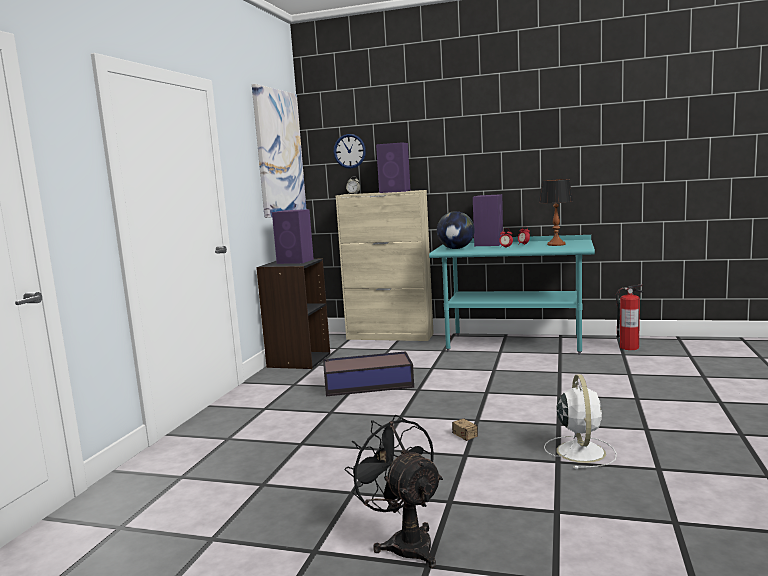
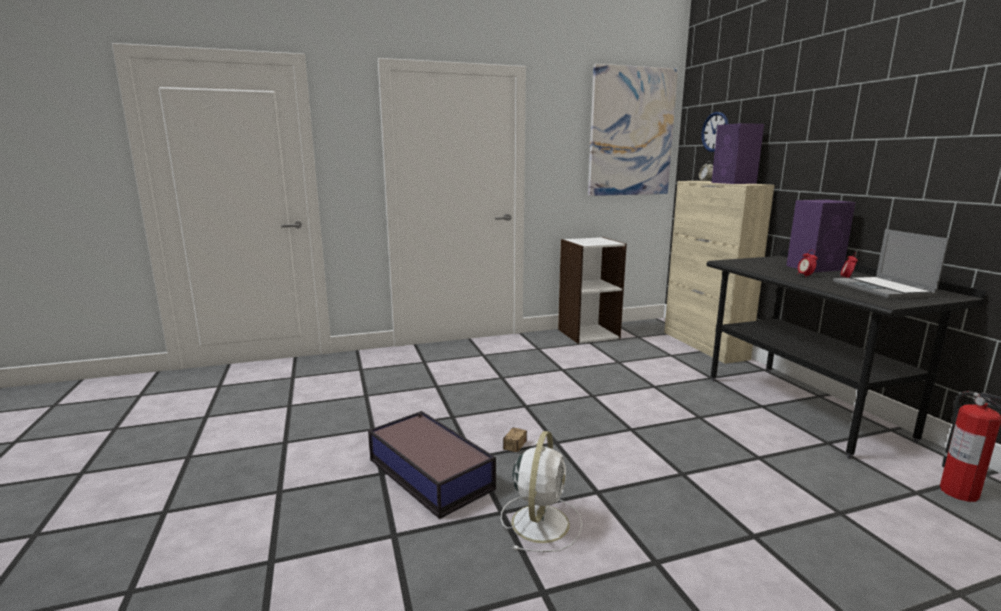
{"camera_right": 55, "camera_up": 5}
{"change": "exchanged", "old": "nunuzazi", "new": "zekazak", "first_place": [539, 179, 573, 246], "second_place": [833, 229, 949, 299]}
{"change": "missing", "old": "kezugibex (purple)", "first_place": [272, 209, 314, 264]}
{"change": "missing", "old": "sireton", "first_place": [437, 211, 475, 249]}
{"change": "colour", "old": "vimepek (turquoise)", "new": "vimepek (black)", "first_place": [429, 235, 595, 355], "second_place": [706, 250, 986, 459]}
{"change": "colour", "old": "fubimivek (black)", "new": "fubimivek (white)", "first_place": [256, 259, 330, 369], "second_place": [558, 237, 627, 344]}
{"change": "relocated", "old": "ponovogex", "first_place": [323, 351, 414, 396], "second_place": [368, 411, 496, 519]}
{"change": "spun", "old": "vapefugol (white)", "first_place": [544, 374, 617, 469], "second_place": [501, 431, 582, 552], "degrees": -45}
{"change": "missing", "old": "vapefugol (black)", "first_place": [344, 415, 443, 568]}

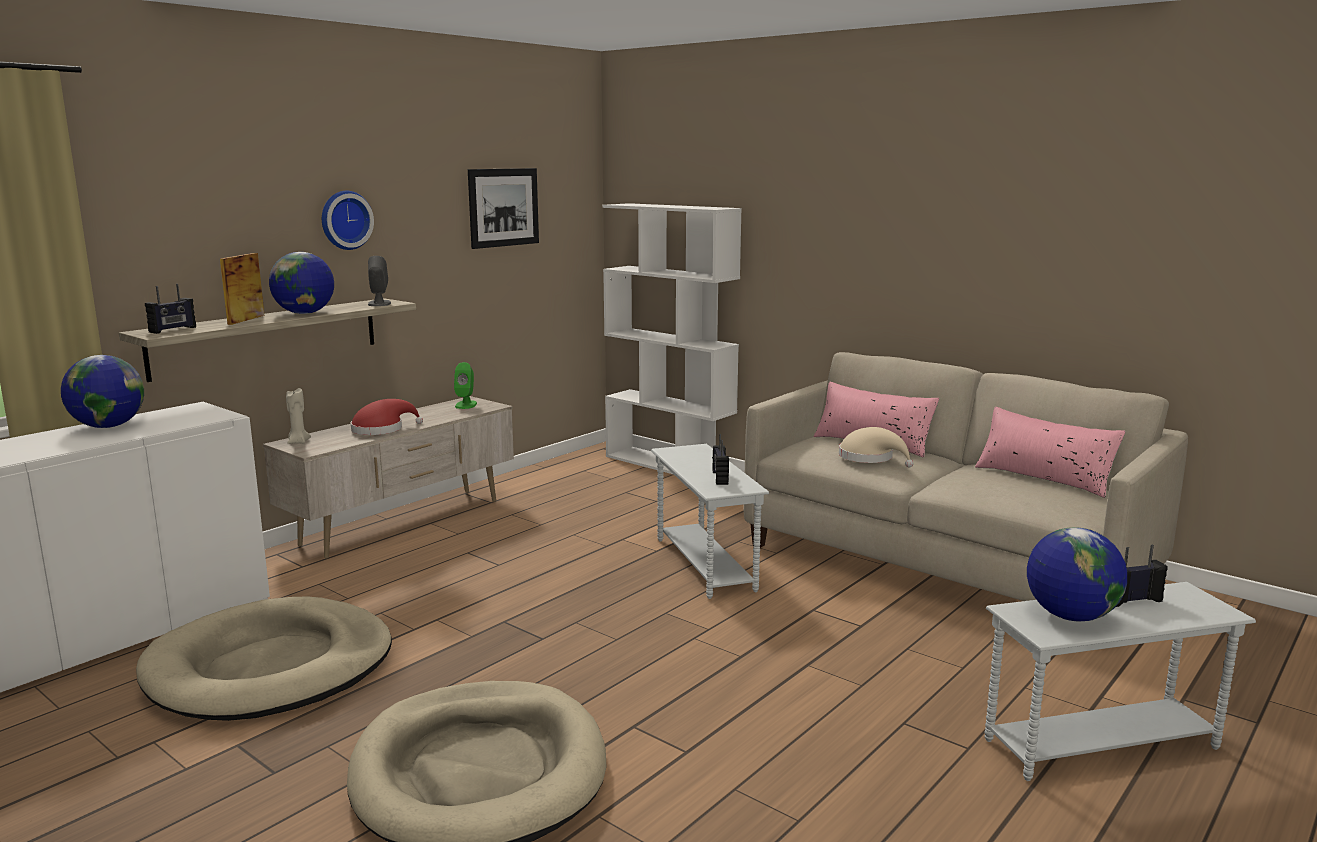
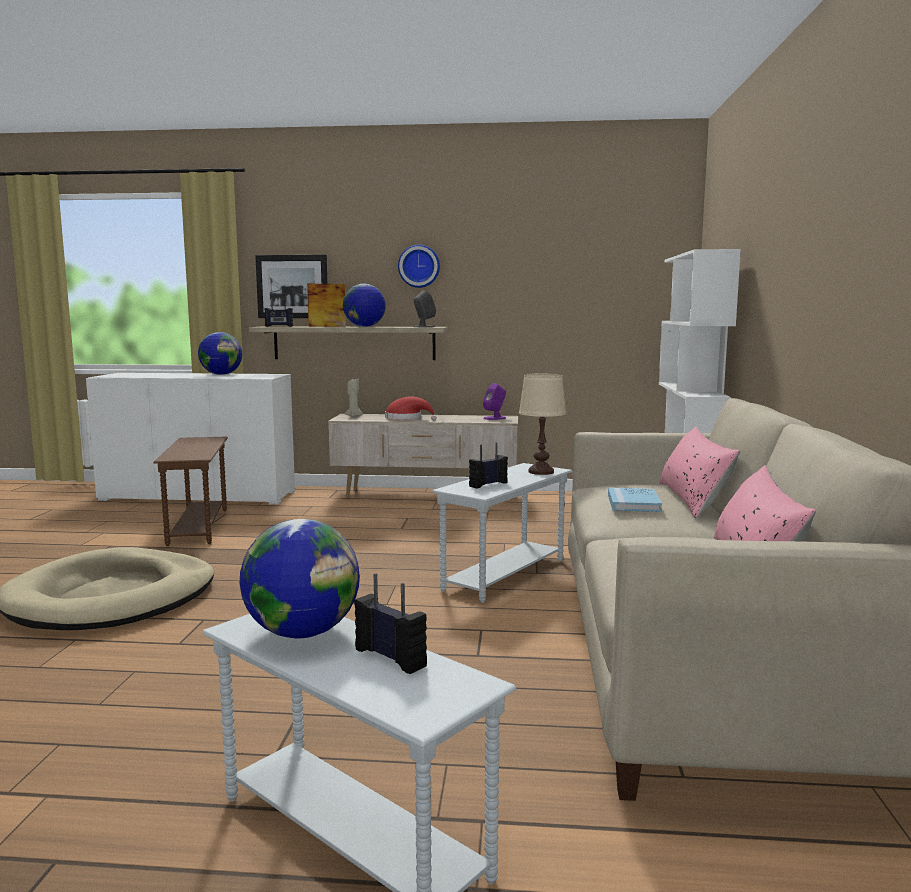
{"camera_right": 55, "camera_up": -5}
{"change": "relocated", "old": "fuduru", "first_place": [468, 168, 539, 249], "second_place": [255, 255, 327, 318]}
{"change": "colour", "old": "kezugibex (green)", "new": "kezugibex (purple)", "first_place": [454, 362, 477, 409], "second_place": [483, 383, 506, 420]}
{"change": "exchanged", "old": "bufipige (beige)", "new": "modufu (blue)", "first_place": [839, 427, 914, 467], "second_place": [608, 487, 662, 512]}
{"change": "exchanged", "old": "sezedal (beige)", "new": "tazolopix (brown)", "first_place": [136, 596, 392, 721], "second_place": [154, 437, 228, 546]}
{"change": "appeared", "new": "nunuzazi (beige)", "second_place": [519, 373, 566, 475]}

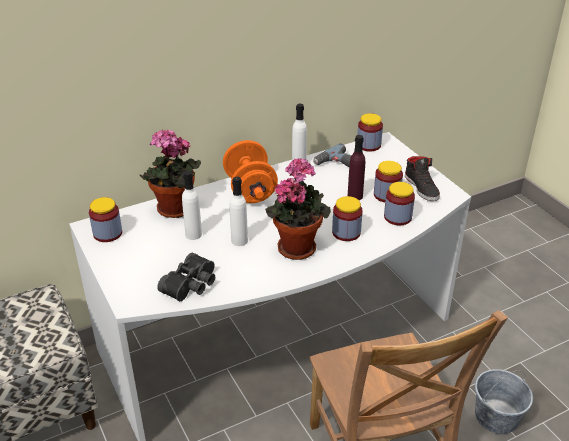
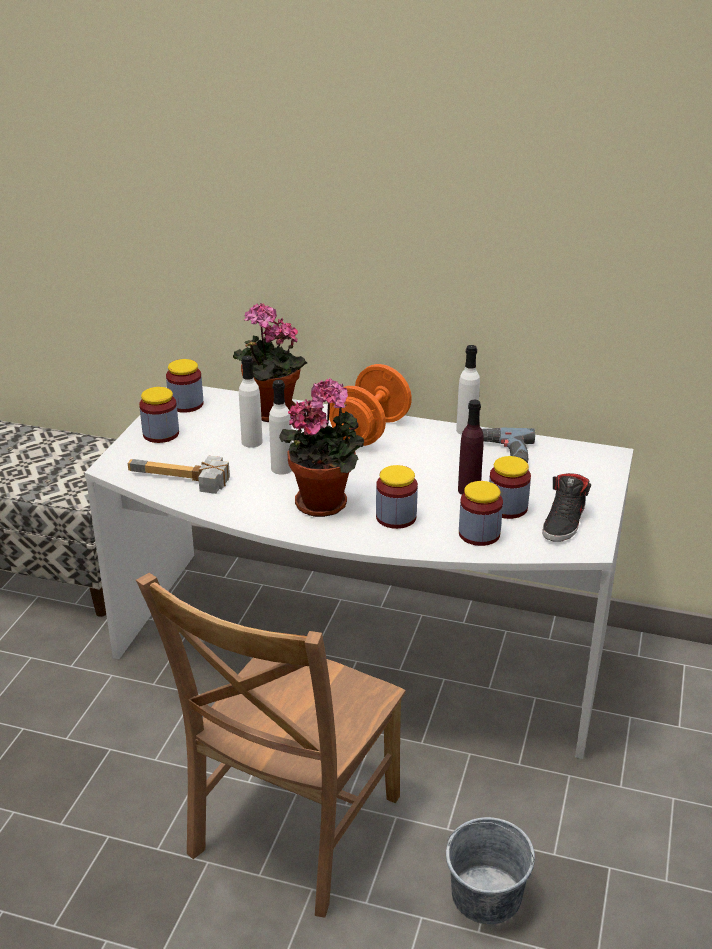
{"camera_right": 45, "camera_up": -5}
{"change": "relocated", "old": "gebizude", "first_place": [357, 113, 383, 151], "second_place": [139, 387, 179, 443]}
{"change": "exchanged", "old": "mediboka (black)", "new": "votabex", "first_place": [157, 253, 215, 301], "second_place": [128, 456, 230, 494]}

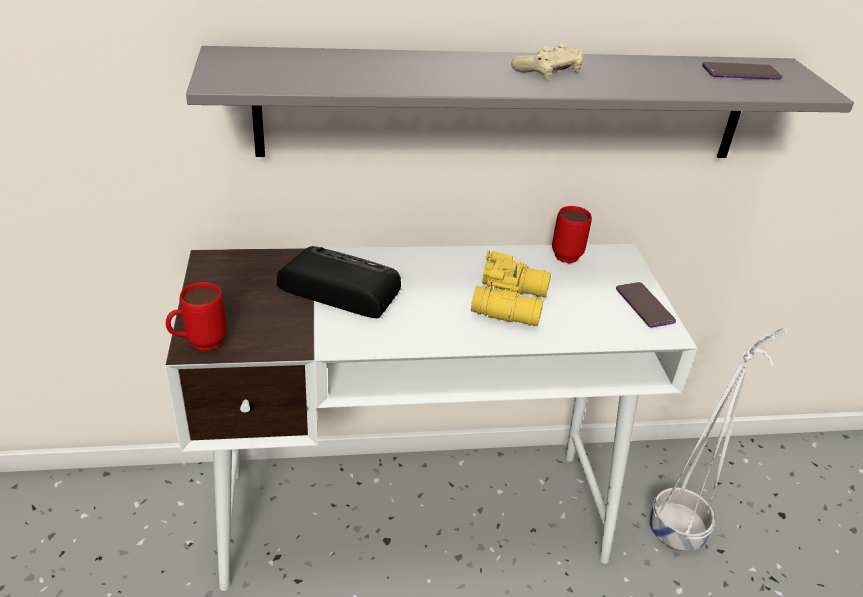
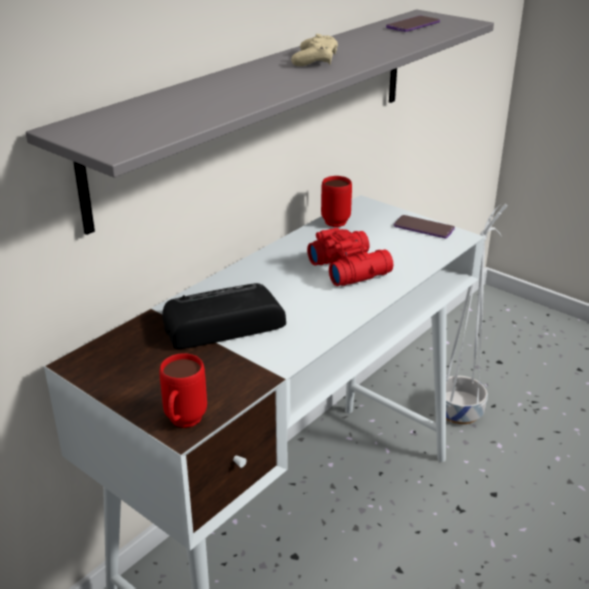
{"camera_right": -40, "camera_up": -5}
{"change": "colour", "old": "mediboka (yellow)", "new": "mediboka (red)", "first_place": [471, 251, 551, 326], "second_place": [307, 228, 393, 286]}

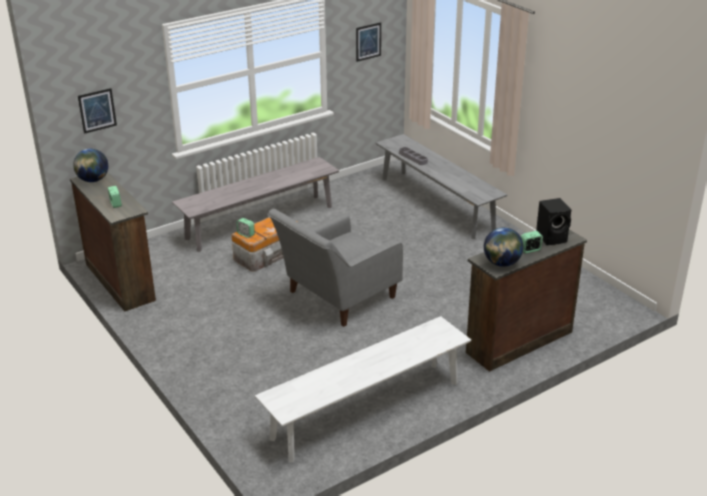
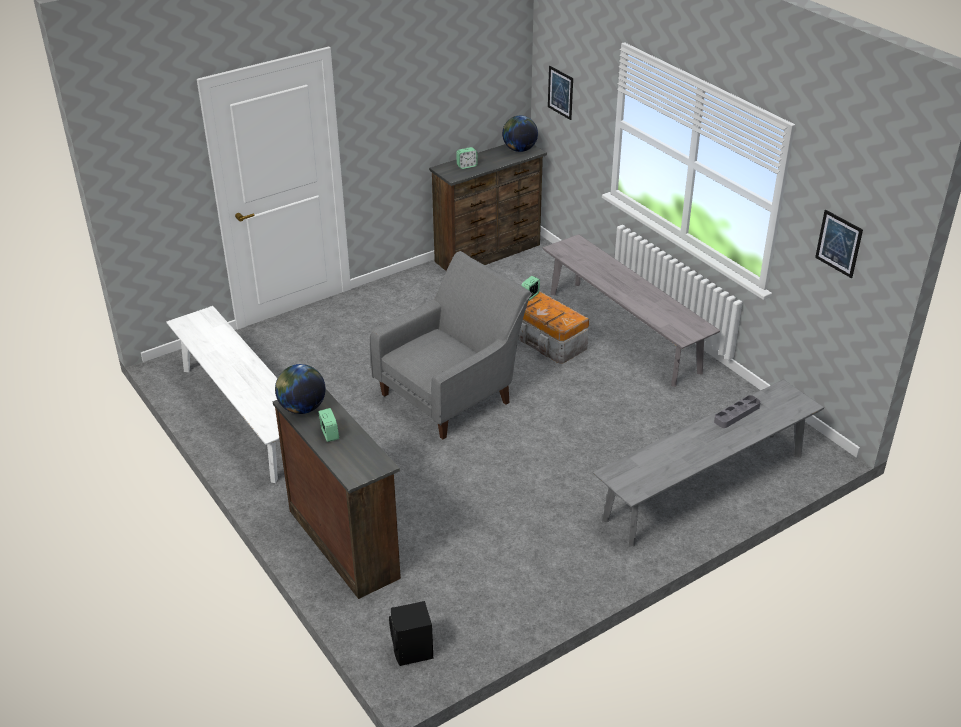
{"camera_right": 90, "camera_up": 5}
{"change": "relocated", "old": "kezugibex (black)", "first_place": [536, 198, 571, 245], "second_place": [389, 601, 433, 666]}
{"change": "spun", "old": "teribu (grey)", "first_place": [267, 209, 403, 327], "second_place": [370, 251, 532, 439], "degrees": 90}

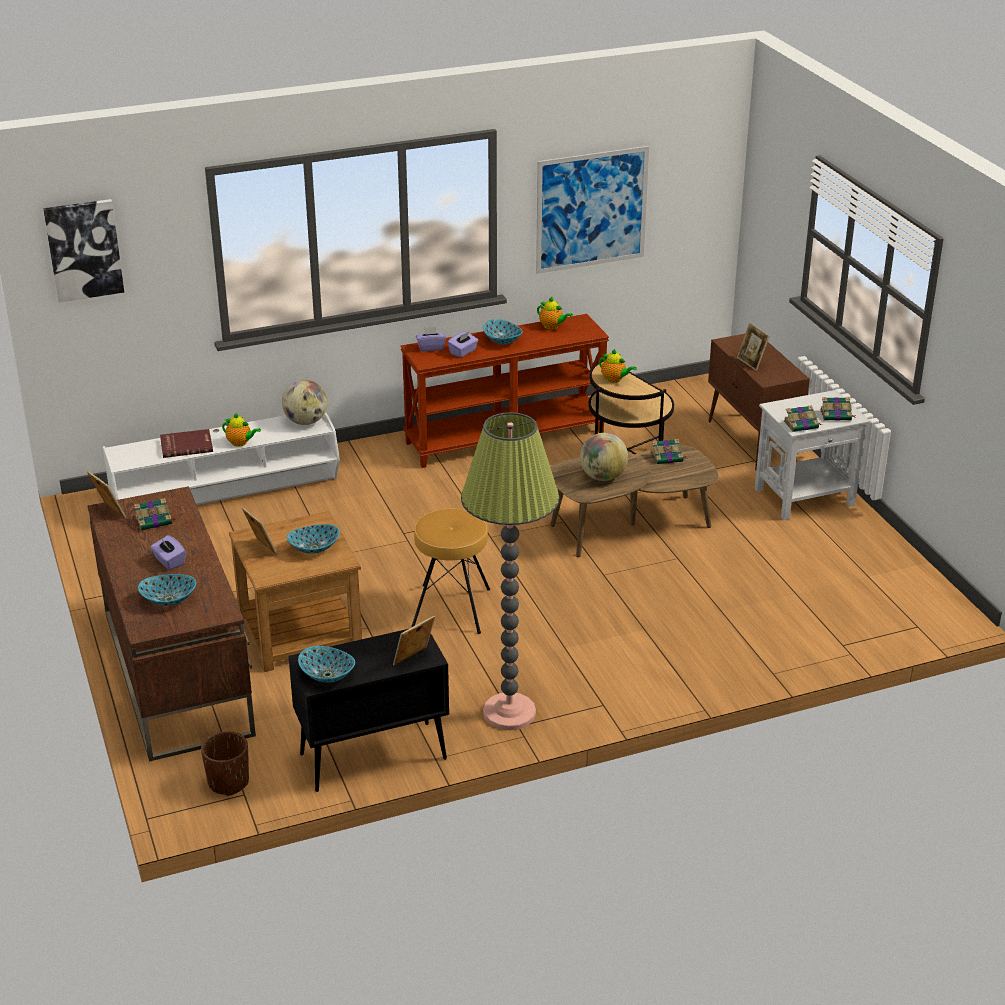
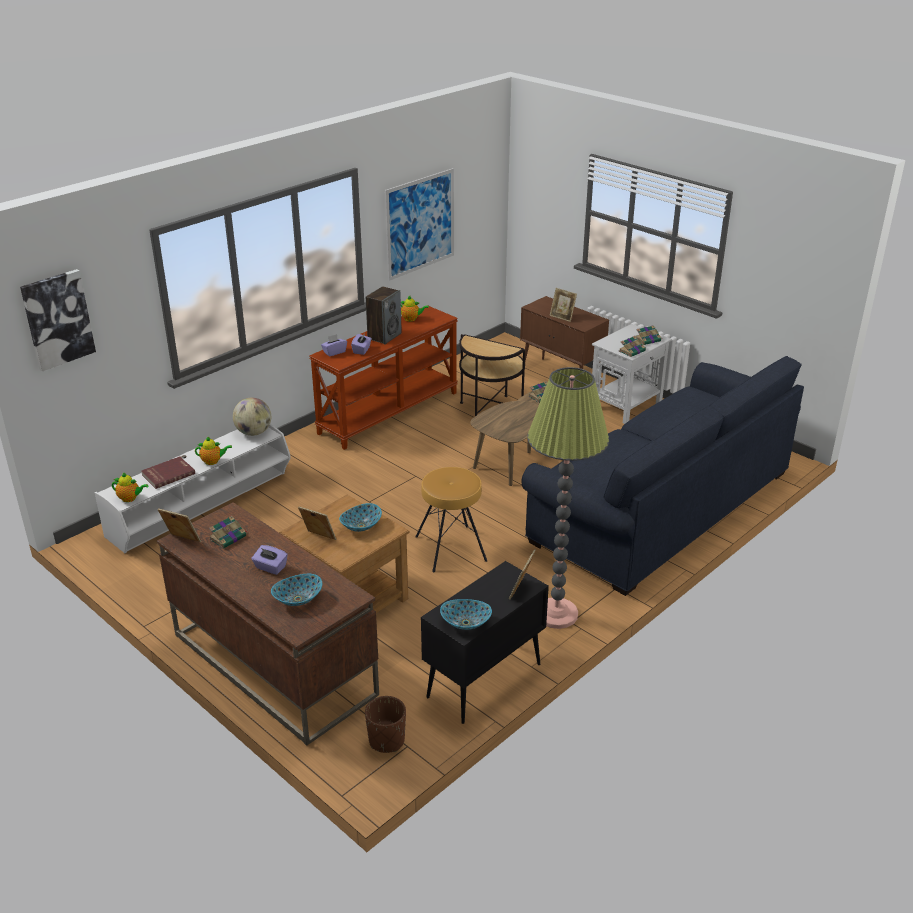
{"camera_right": -25, "camera_up": 0}
{"change": "exchanged", "old": "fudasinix", "new": "kezugibex", "first_place": [483, 319, 523, 345], "second_place": [366, 286, 402, 344]}
{"change": "relocated", "old": "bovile", "first_place": [599, 349, 636, 383], "second_place": [112, 473, 148, 502]}
{"change": "missing", "old": "sireton", "first_place": [580, 433, 628, 481]}
{"change": "appeared", "new": "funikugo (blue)", "second_place": [522, 356, 804, 596]}

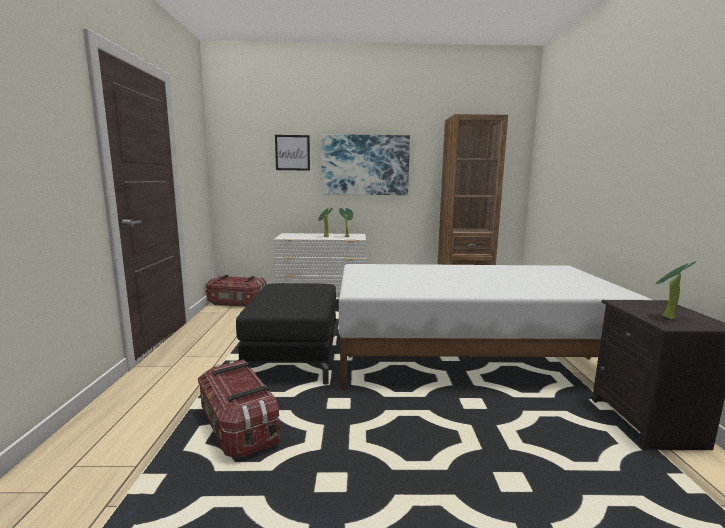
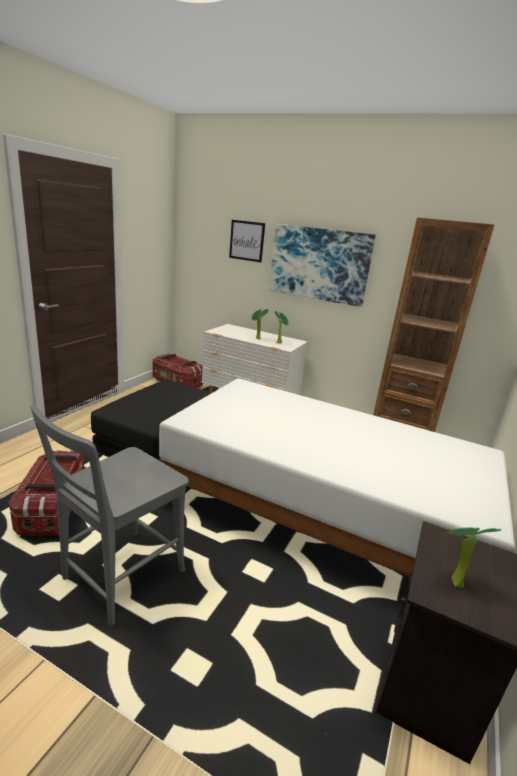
{"camera_right": 25, "camera_up": 10}
{"change": "appeared", "new": "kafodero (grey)", "second_place": [31, 406, 189, 626]}

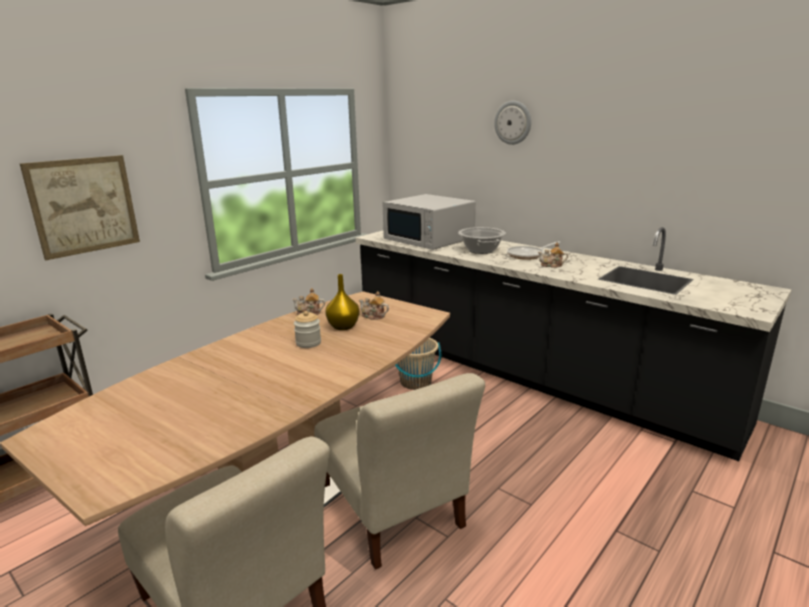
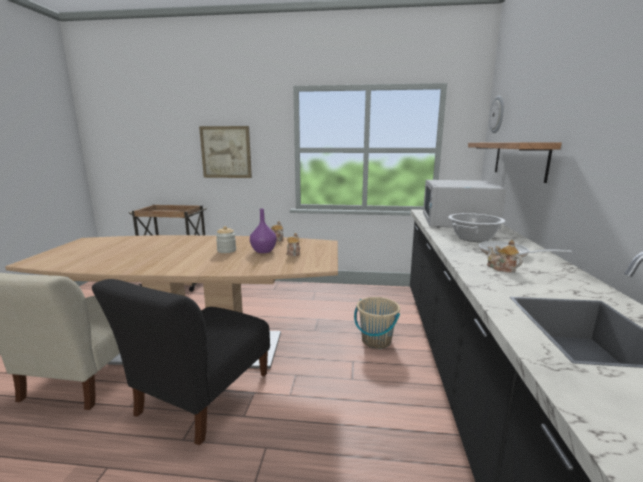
{"camera_right": 55, "camera_up": -5}
{"change": "relocated", "old": "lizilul", "first_place": [494, 101, 531, 145], "second_place": [489, 96, 504, 133]}
{"change": "colour", "old": "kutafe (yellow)", "new": "kutafe (purple)", "first_place": [325, 274, 359, 330], "second_place": [250, 208, 277, 253]}
{"change": "colour", "old": "kafodero (beige)", "new": "kafodero (black)", "first_place": [314, 373, 485, 569], "second_place": [92, 279, 270, 445]}
{"change": "appeared", "new": "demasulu", "second_place": [468, 142, 562, 183]}

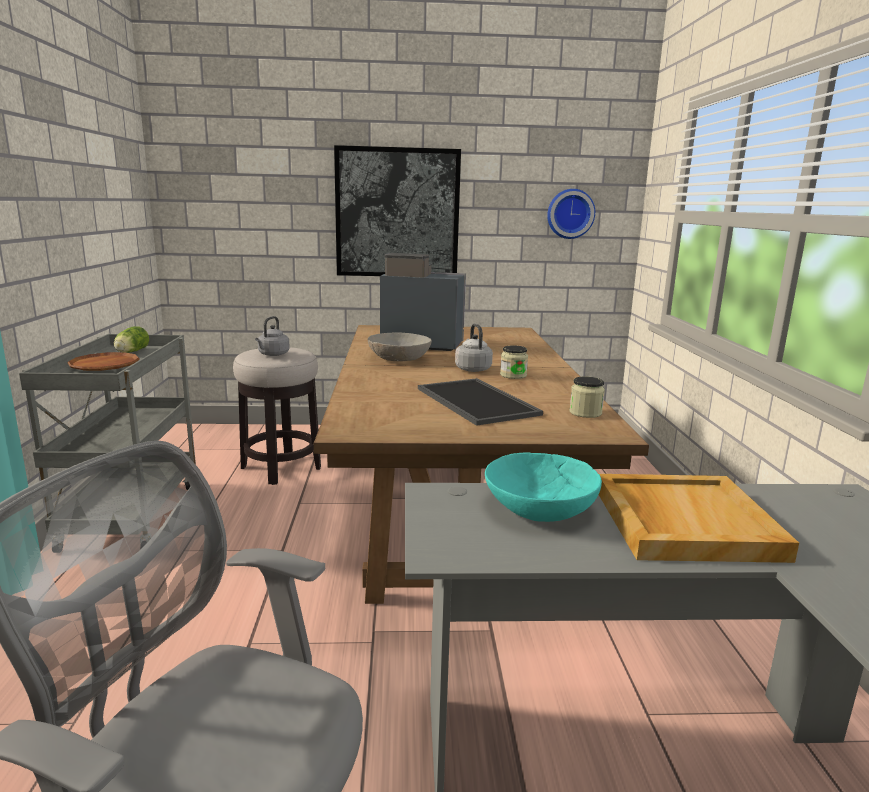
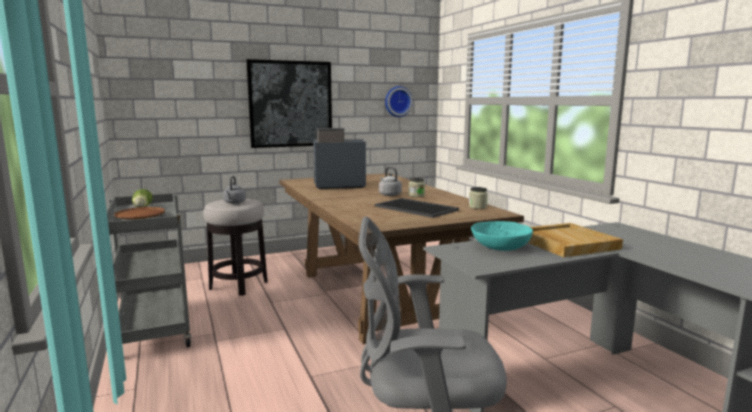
{"camera_right": -20, "camera_up": -5}
{"change": "missing", "old": "fudasinix (grey)", "first_place": [368, 332, 432, 361]}

